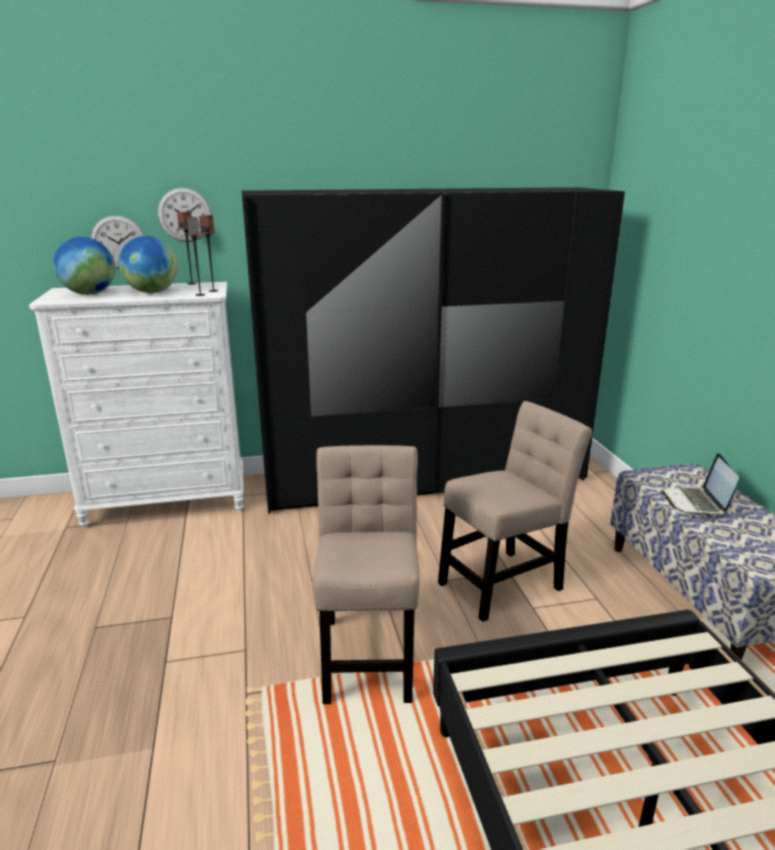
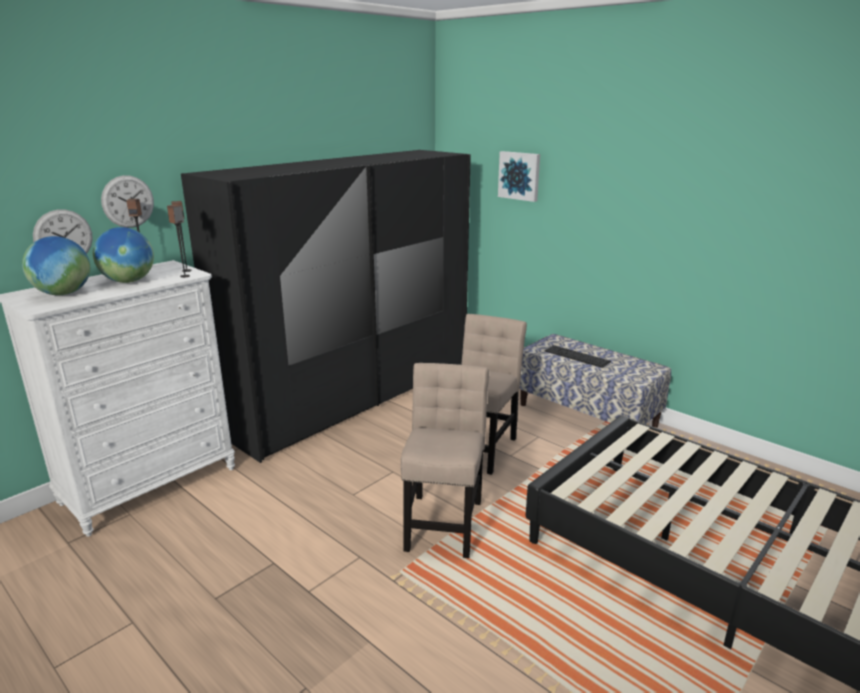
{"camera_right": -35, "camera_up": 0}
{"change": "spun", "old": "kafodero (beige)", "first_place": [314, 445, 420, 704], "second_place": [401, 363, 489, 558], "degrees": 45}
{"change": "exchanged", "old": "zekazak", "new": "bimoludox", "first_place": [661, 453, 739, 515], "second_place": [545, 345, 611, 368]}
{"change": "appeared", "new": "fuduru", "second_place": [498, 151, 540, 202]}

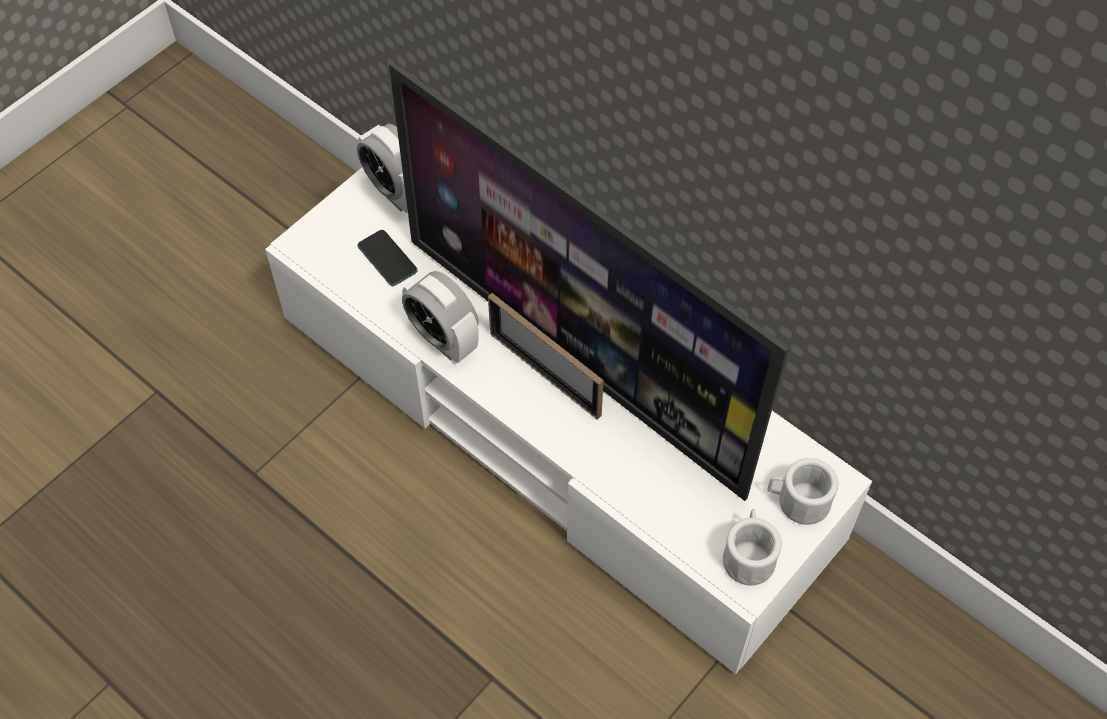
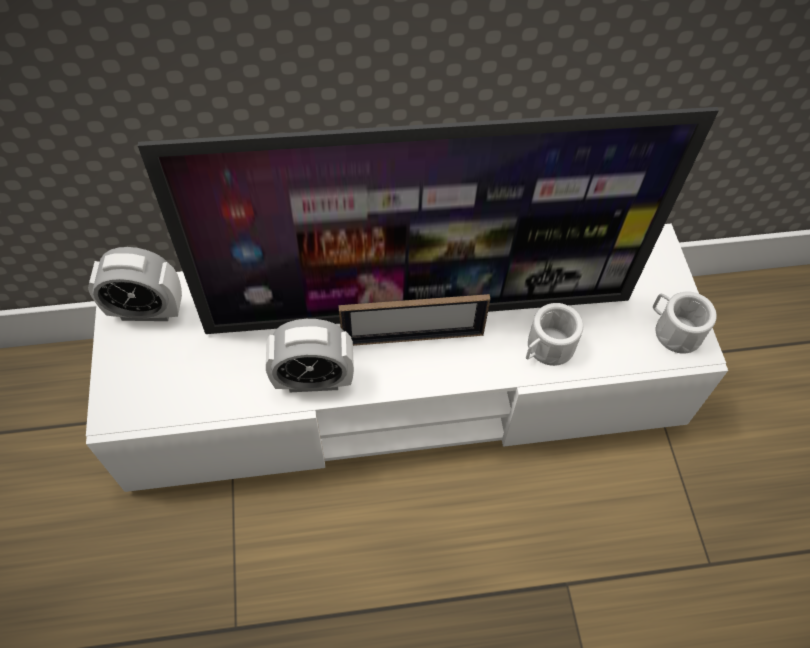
{"camera_right": -50, "camera_up": 0}
{"change": "missing", "old": "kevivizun", "first_place": [357, 230, 418, 286]}
{"change": "relocated", "old": "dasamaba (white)", "first_place": [767, 458, 838, 525], "second_place": [526, 303, 583, 366]}

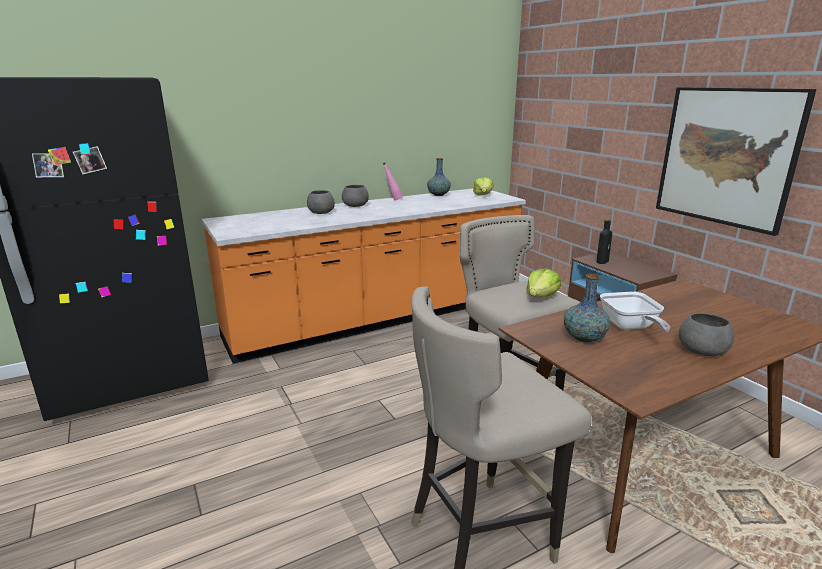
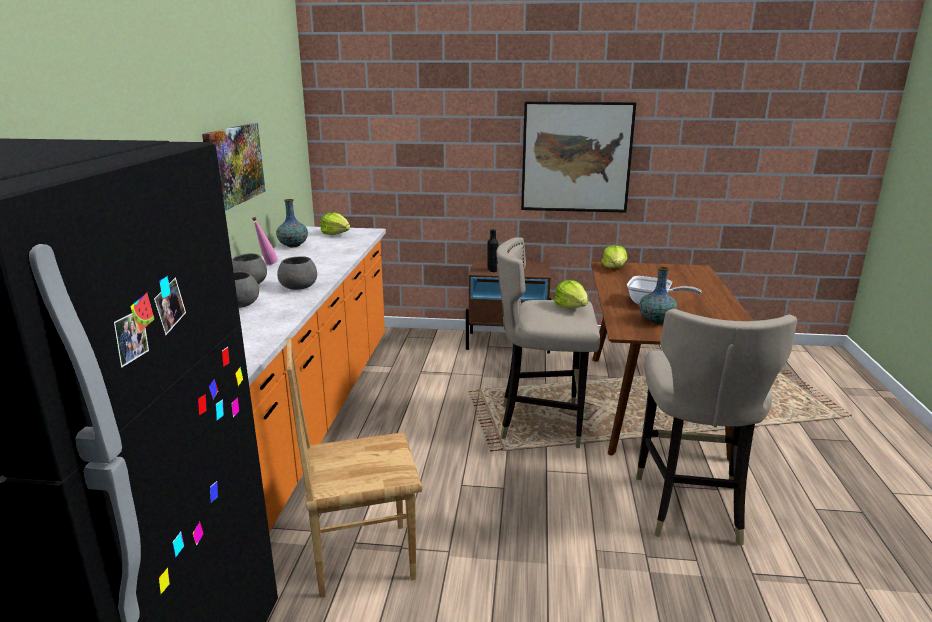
{"camera_right": -55, "camera_up": 0}
{"change": "relocated", "old": "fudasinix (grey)", "first_place": [679, 313, 734, 356], "second_place": [277, 257, 317, 290]}
{"change": "appeared", "new": "fuduru", "second_place": [202, 123, 265, 211]}
{"change": "appeared", "new": "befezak", "second_place": [602, 245, 627, 268]}
{"change": "appeared", "new": "kafodero (brown)", "second_place": [287, 338, 422, 598]}

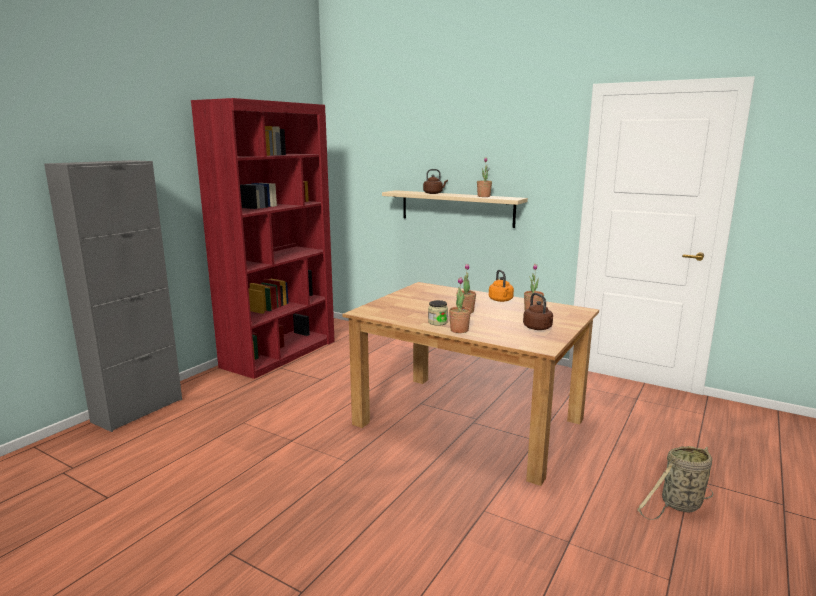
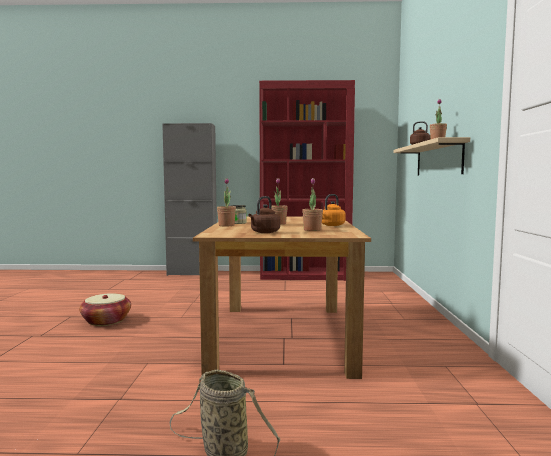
{"camera_right": 60, "camera_up": -10}
{"change": "appeared", "new": "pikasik", "second_place": [79, 293, 131, 326]}

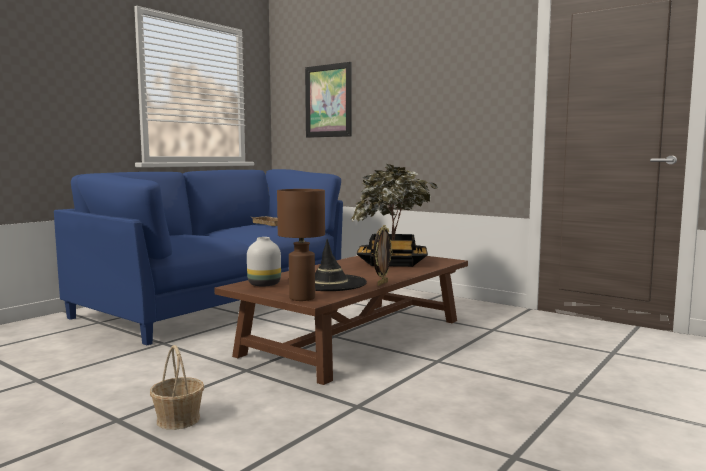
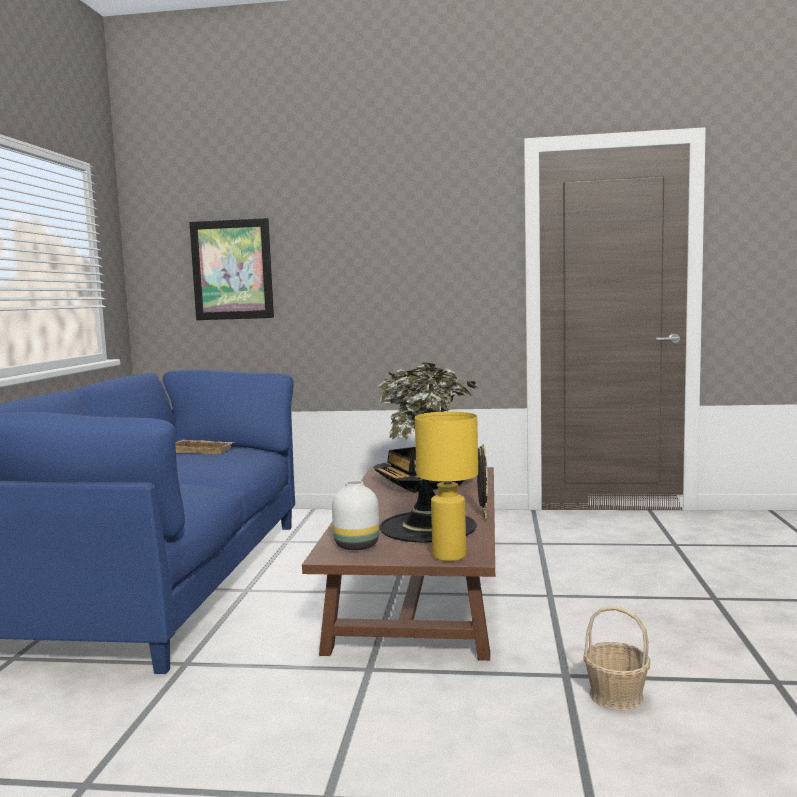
{"camera_right": -30, "camera_up": 0}
{"change": "colour", "old": "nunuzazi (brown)", "new": "nunuzazi (yellow)", "first_place": [277, 189, 325, 301], "second_place": [415, 411, 478, 561]}
{"change": "relocated", "old": "pikasik", "first_place": [150, 345, 204, 430], "second_place": [583, 606, 650, 711]}

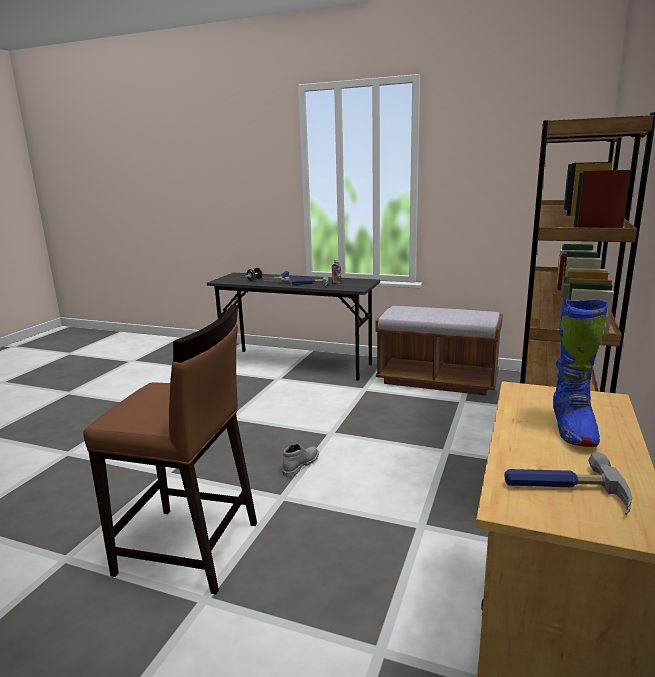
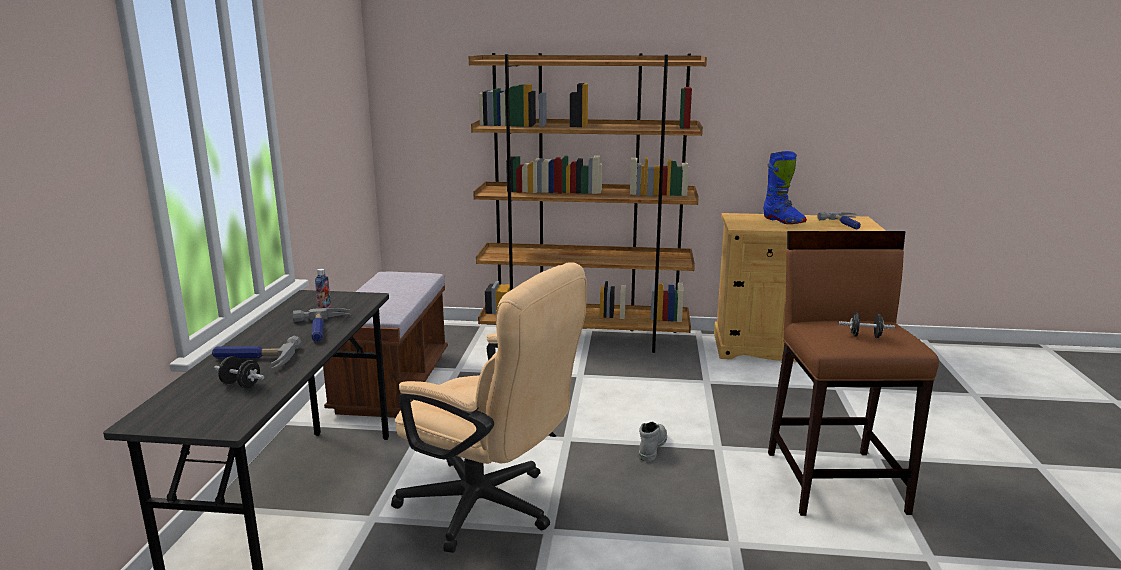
{"camera_right": -105, "camera_up": 0}
{"change": "spun", "old": "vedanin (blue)", "first_place": [553, 299, 608, 447], "second_place": [763, 151, 807, 224], "degrees": 60}
{"change": "spun", "old": "vedanin (grey)", "first_place": [283, 444, 319, 477], "second_place": [639, 422, 667, 462], "degrees": 90}
{"change": "appeared", "new": "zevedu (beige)", "second_place": [391, 263, 587, 553]}
{"change": "appeared", "new": "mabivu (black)", "second_place": [839, 312, 895, 338]}

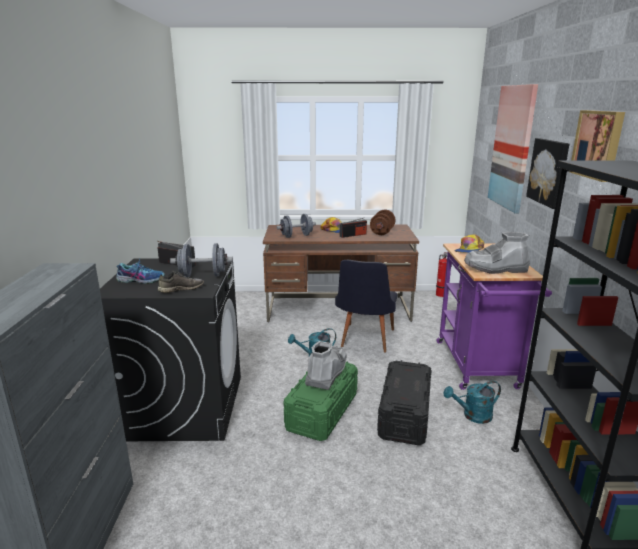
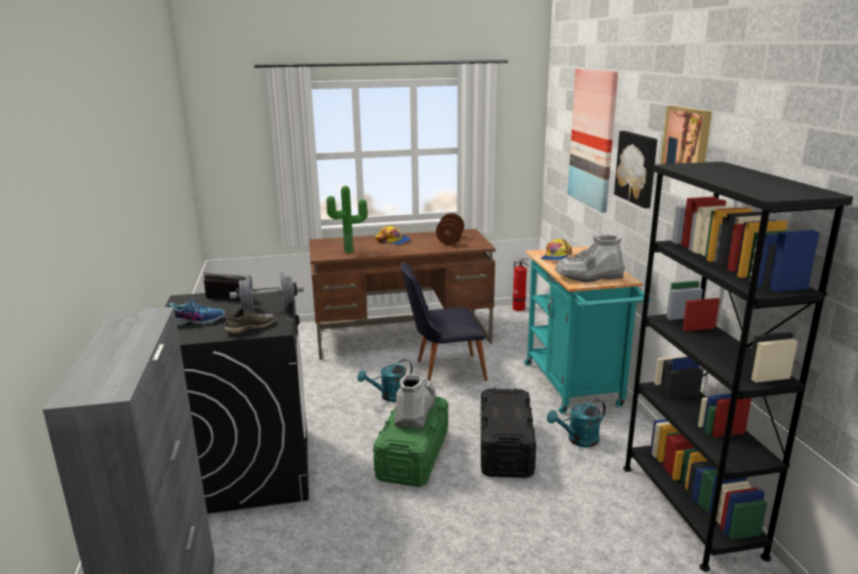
{"camera_right": -10, "camera_up": 0}
{"change": "exchanged", "old": "mabivu (grey)", "new": "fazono", "first_place": [277, 214, 316, 238], "second_place": [327, 186, 368, 253]}
{"change": "missing", "old": "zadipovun", "first_place": [340, 218, 367, 238]}
{"change": "colour", "old": "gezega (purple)", "new": "gezega (turquoise)", "first_place": [436, 243, 552, 390], "second_place": [524, 246, 651, 414]}
{"change": "spun", "old": "kafodero (black)", "first_place": [335, 260, 398, 352], "second_place": [401, 262, 488, 381], "degrees": 75}

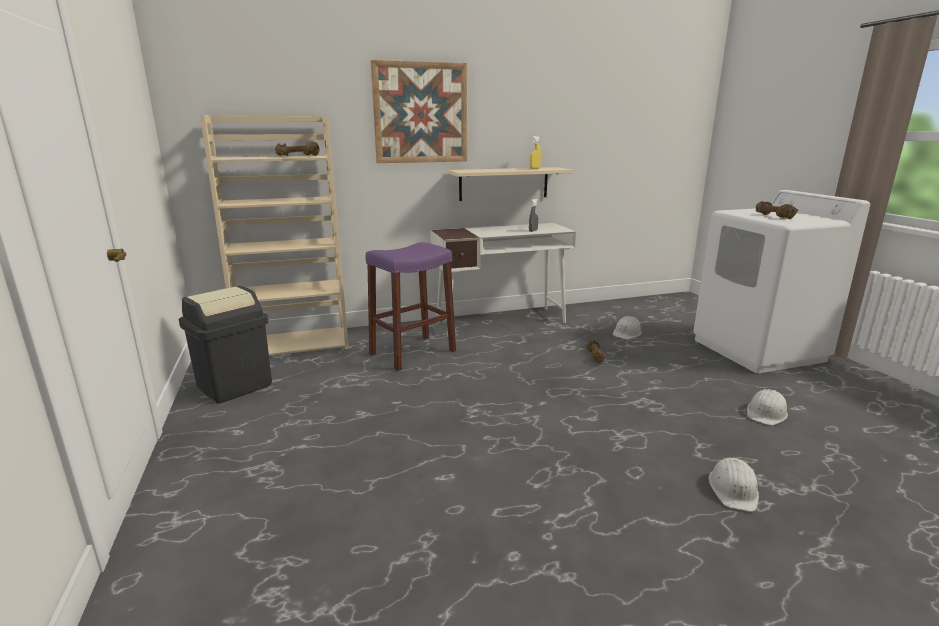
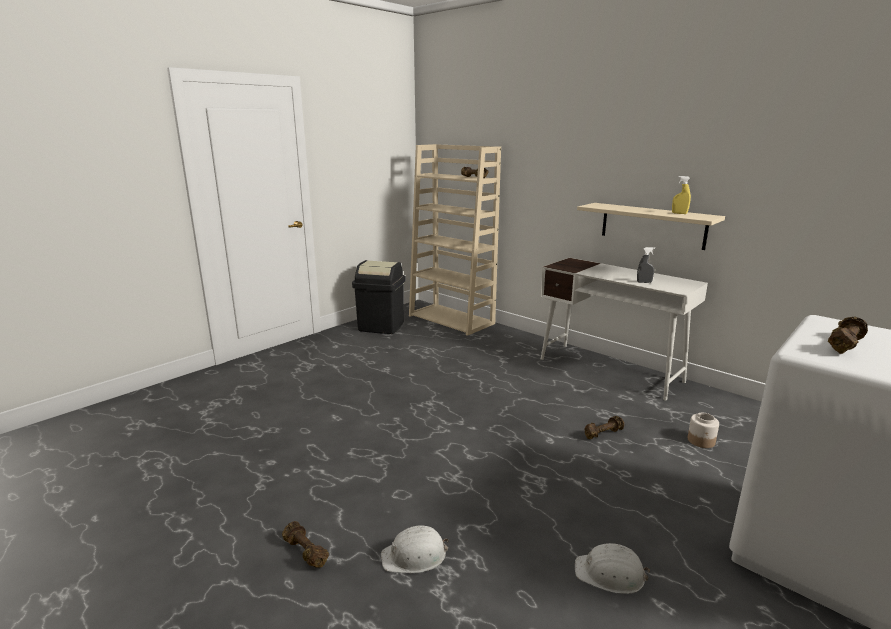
{"camera_right": 60, "camera_up": 0}
{"change": "missing", "old": "fuduru", "first_place": [371, 60, 467, 163]}
{"change": "missing", "old": "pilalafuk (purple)", "first_place": [366, 242, 456, 371]}
{"change": "exchanged", "old": "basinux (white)", "new": "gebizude", "first_place": [613, 316, 642, 339], "second_place": [688, 413, 719, 448]}
{"change": "appeared", "new": "mabivu (brown)", "second_place": [282, 521, 329, 568]}

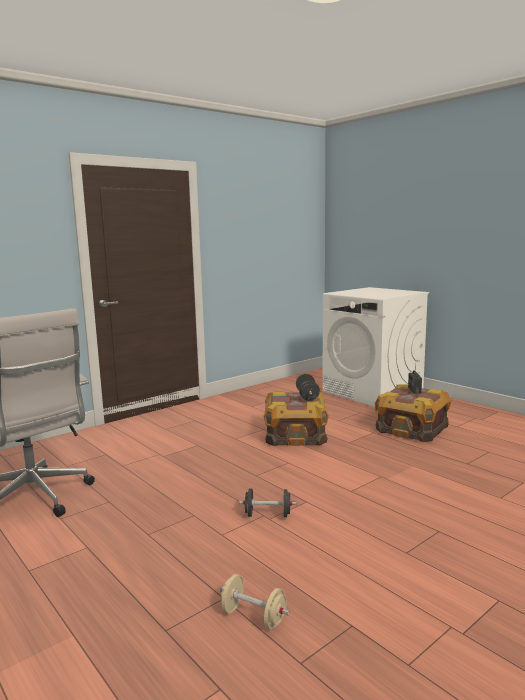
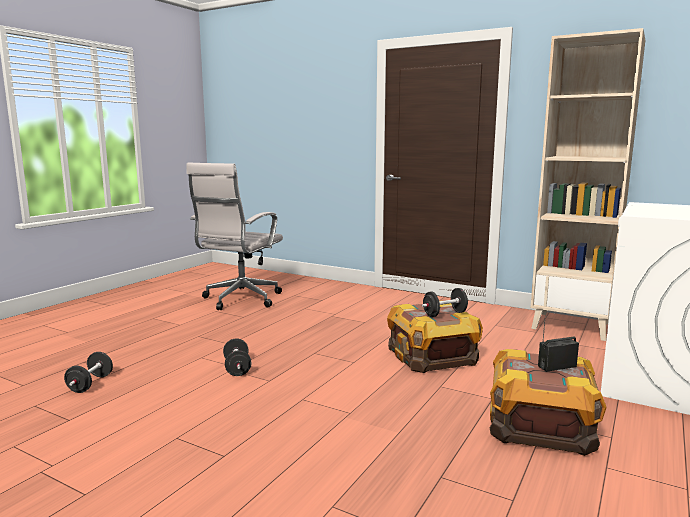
{"camera_right": 70, "camera_up": 0}
{"change": "colour", "old": "mabivu (beige)", "new": "mabivu (black)", "first_place": [220, 574, 290, 629], "second_place": [64, 352, 113, 393]}
{"change": "appeared", "new": "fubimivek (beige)", "second_place": [530, 28, 645, 341]}

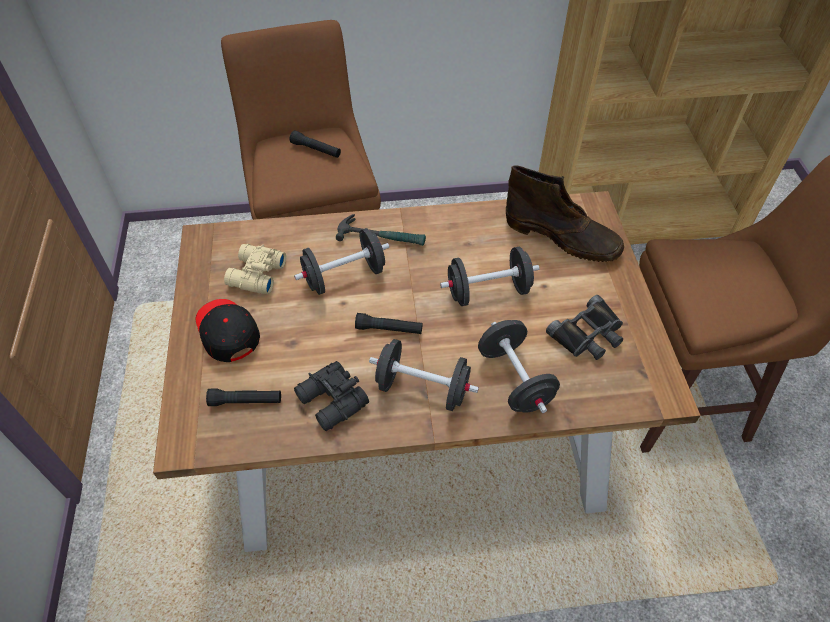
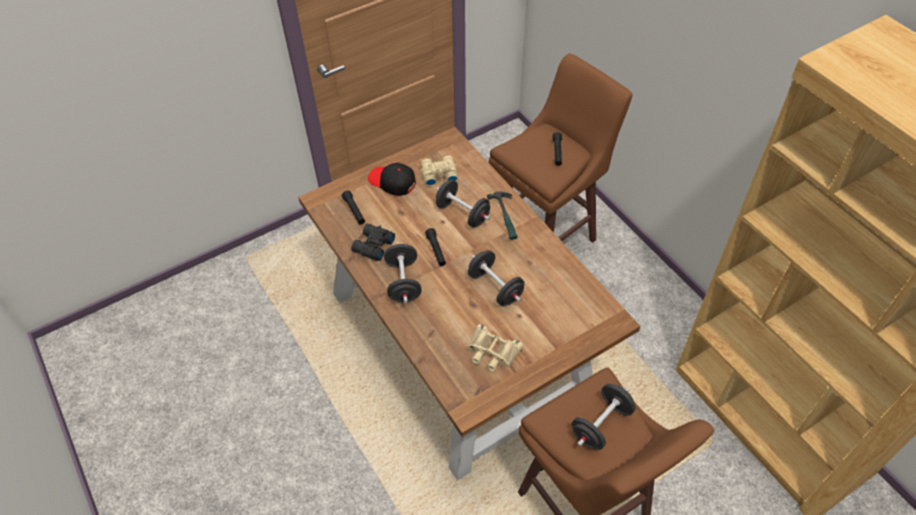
{"camera_right": 65, "camera_up": 0}
{"change": "missing", "old": "vedanin (brown)", "first_place": [506, 166, 624, 262]}
{"change": "colour", "old": "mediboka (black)", "new": "mediboka (beige)", "first_place": [546, 295, 623, 360], "second_place": [467, 324, 523, 372]}
{"change": "spun", "old": "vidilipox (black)", "first_place": [196, 299, 260, 362], "second_place": [368, 163, 416, 196], "degrees": -90}
{"change": "relocated", "old": "mabivu (black)", "first_place": [478, 320, 560, 413], "second_place": [572, 384, 635, 450]}

